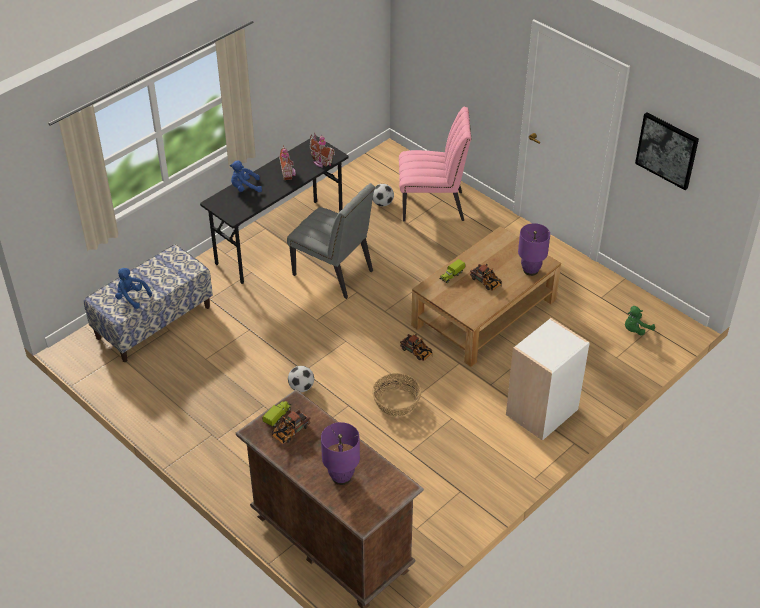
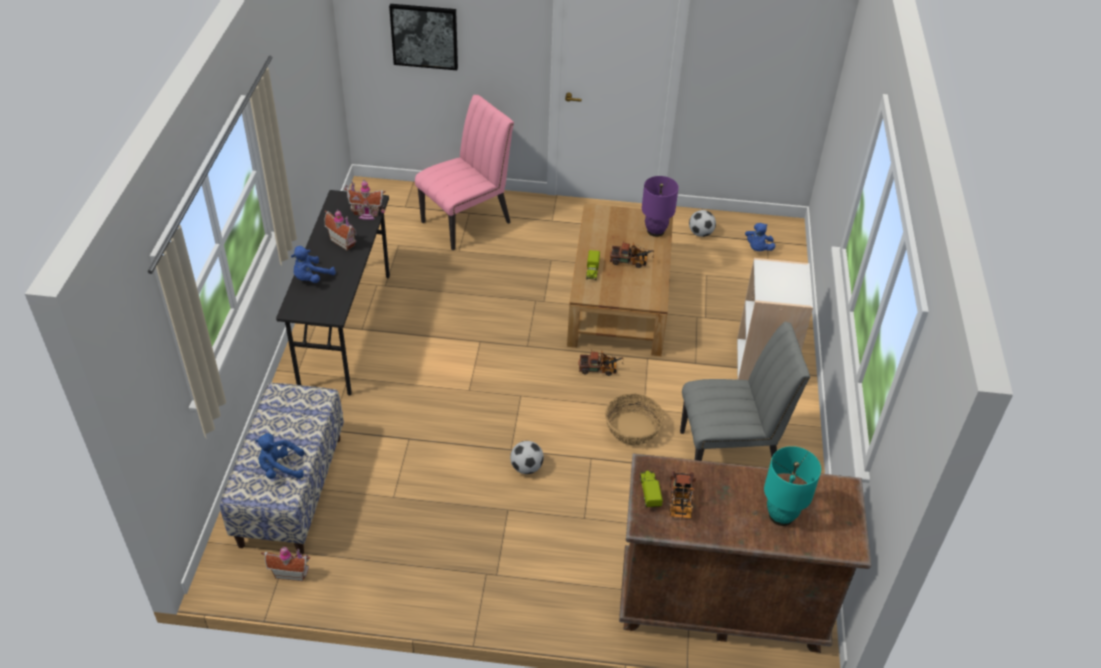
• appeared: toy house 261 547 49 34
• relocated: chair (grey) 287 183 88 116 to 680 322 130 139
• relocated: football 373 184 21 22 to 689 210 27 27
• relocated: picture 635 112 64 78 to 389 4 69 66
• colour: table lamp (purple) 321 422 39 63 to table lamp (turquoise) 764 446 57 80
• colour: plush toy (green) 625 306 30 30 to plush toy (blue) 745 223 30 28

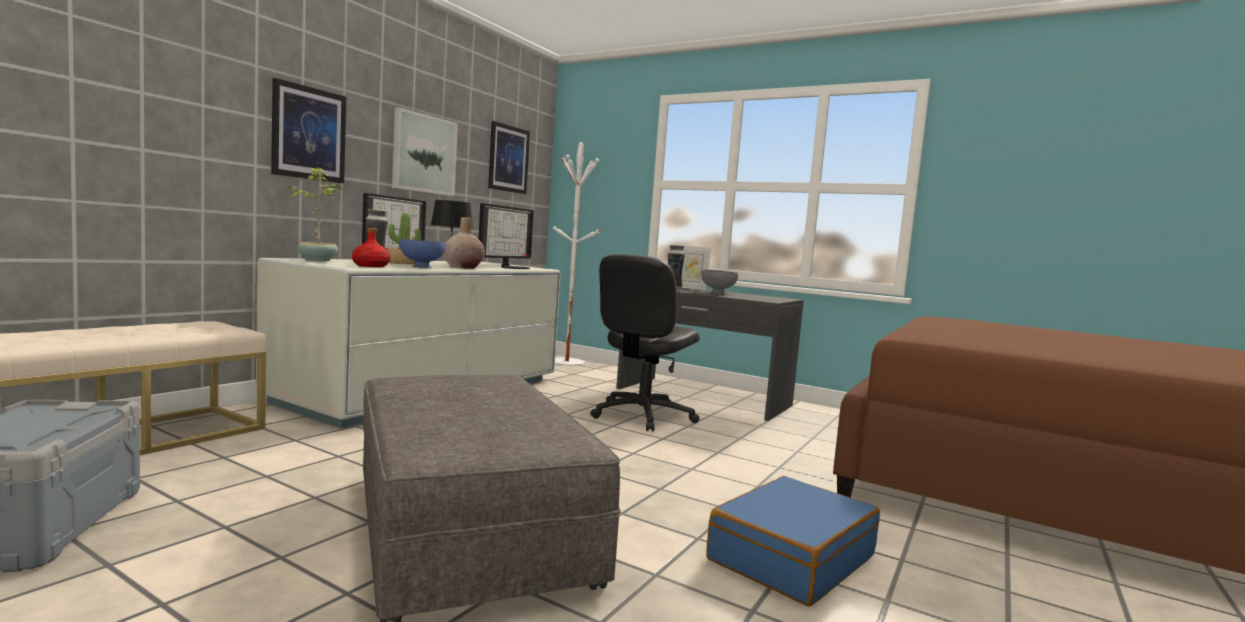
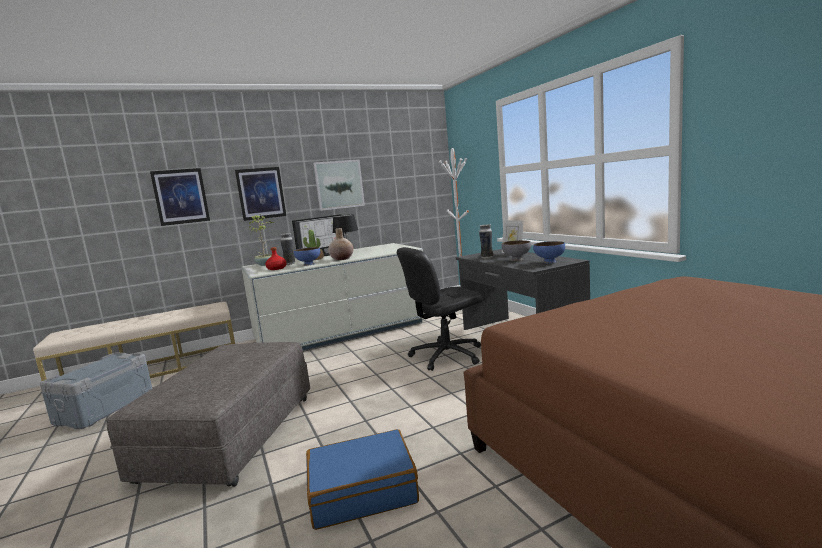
• missing: monitor 479 203 55 66
• appeared: bowl (blue) 533 241 32 22
• relocated: picture 488 121 42 73 to 150 168 60 58

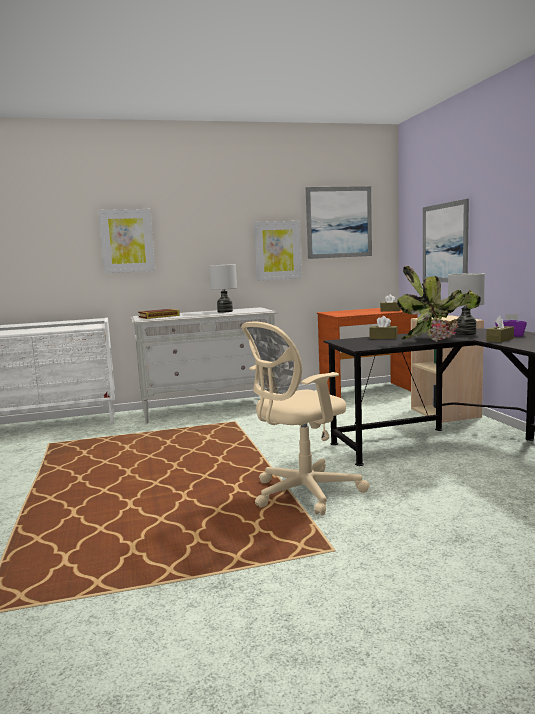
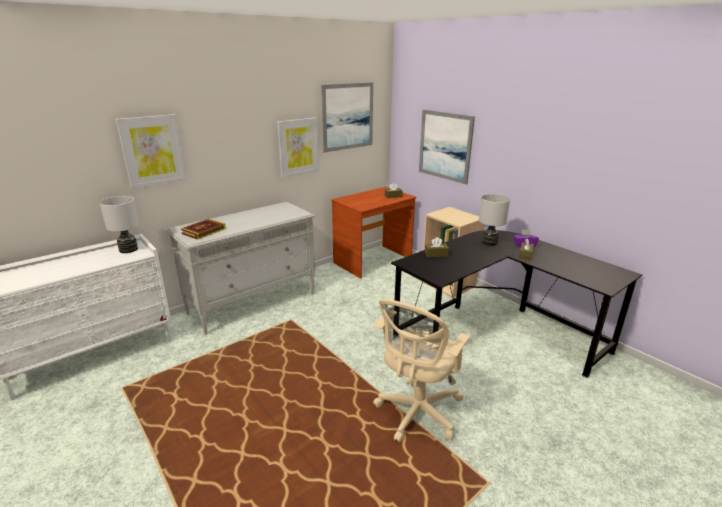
• missing: potted plant 397 266 84 76
• relocated: table lamp (grey) 209 264 28 49 to 100 196 39 57

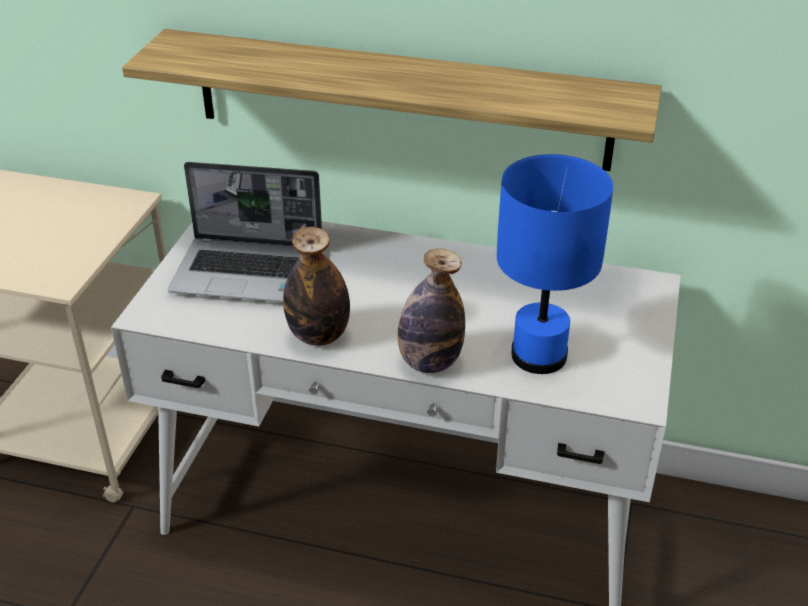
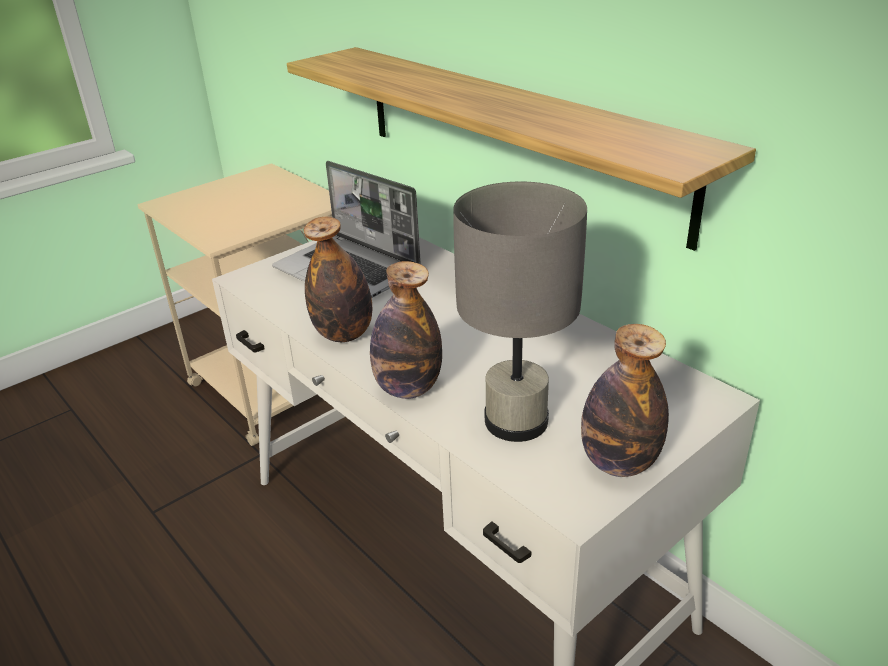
• appeared: bottle 581 324 88 153
• colour: table lamp (blue) 497 154 116 220 to table lamp (grey) 453 182 134 260

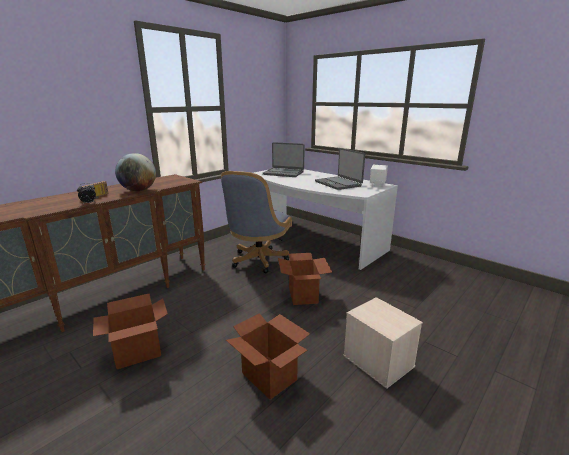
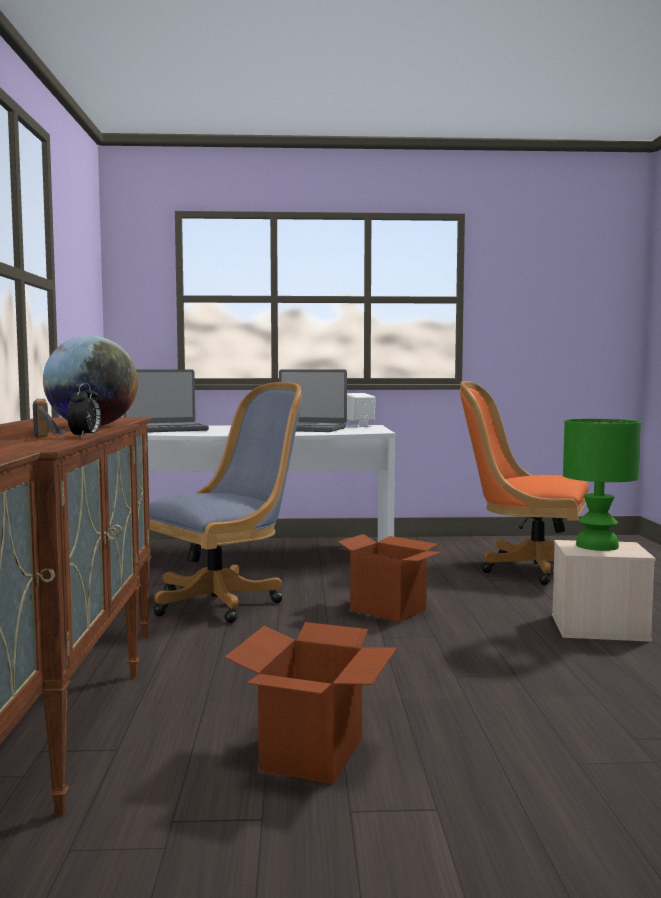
• missing: cardboard box 226 313 84 87
• appeared: office chair (orange) 460 381 129 204
• appeared: table lamp (green) 563 419 78 132
• spun: office chair (blue) 221 171 71 102 = 149 382 153 241 105 degrees counterclockwise

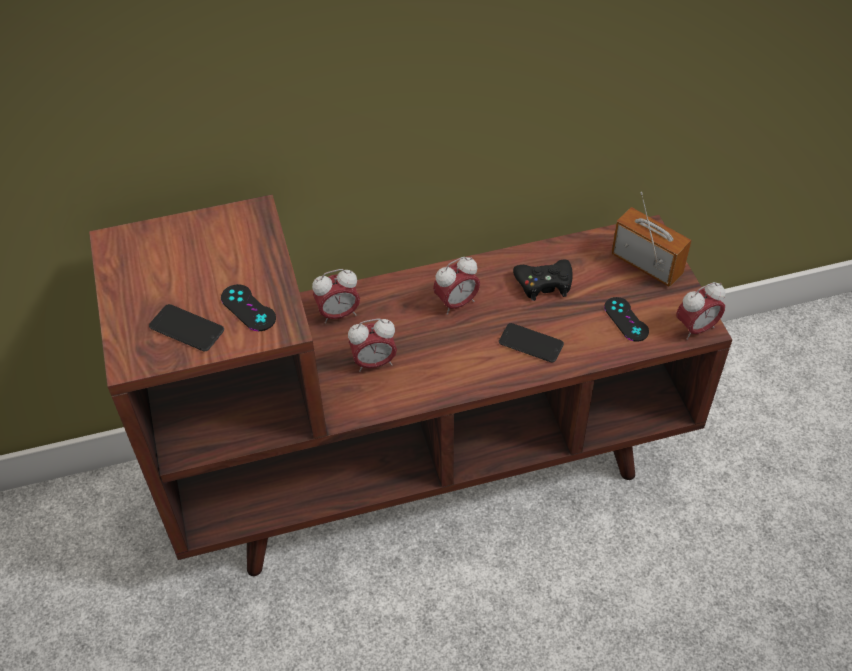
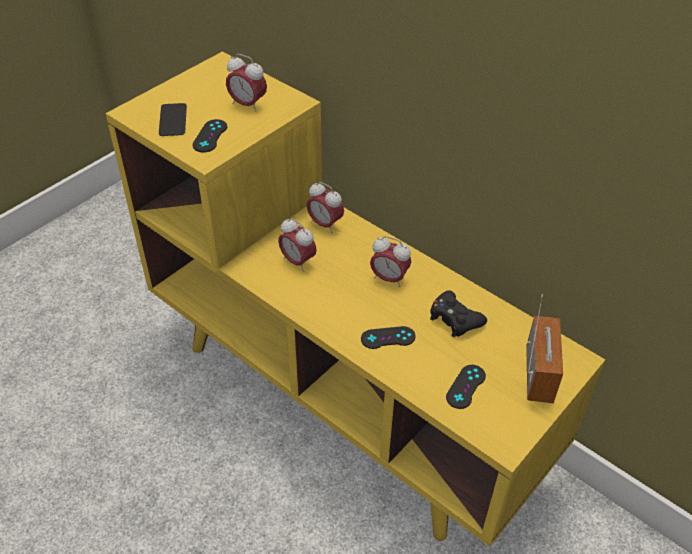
• relocated: alarm clock 677 282 48 58 to 226 54 41 58
• exchanged: phone 499 323 65 39 to game controller (black) 361 326 55 23
• colour: tv stand (brown) 89 194 643 382 to tv stand (yellow) 106 52 499 495

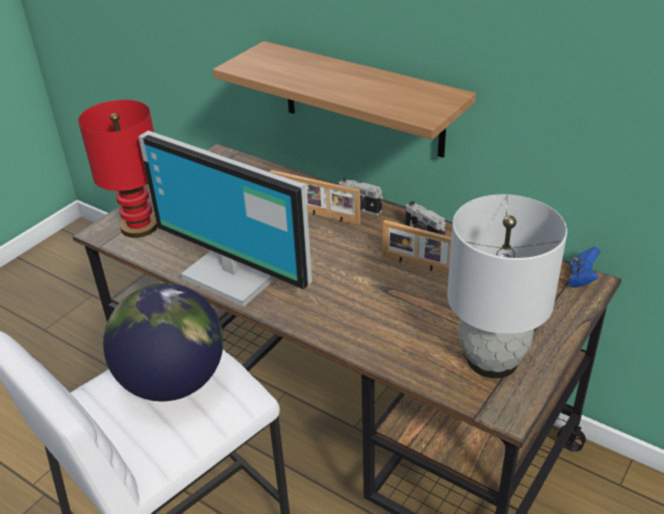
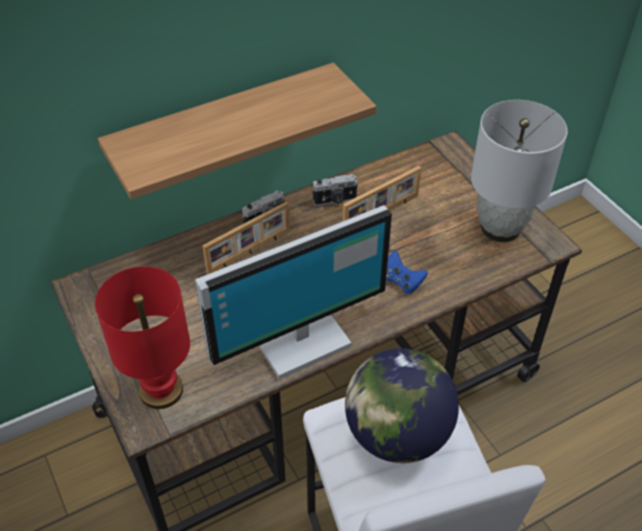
• relocated: game controller (blue) 568 247 32 41 to 386 250 42 44

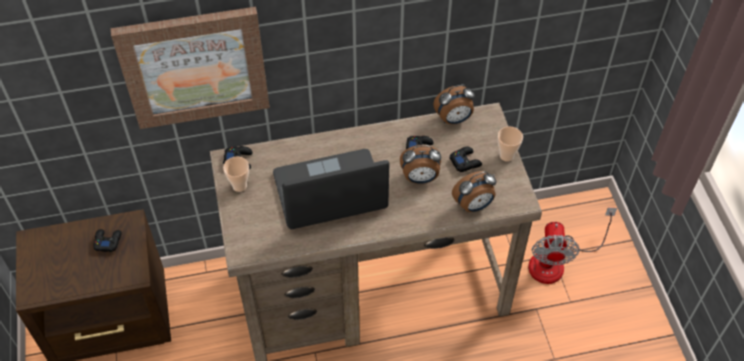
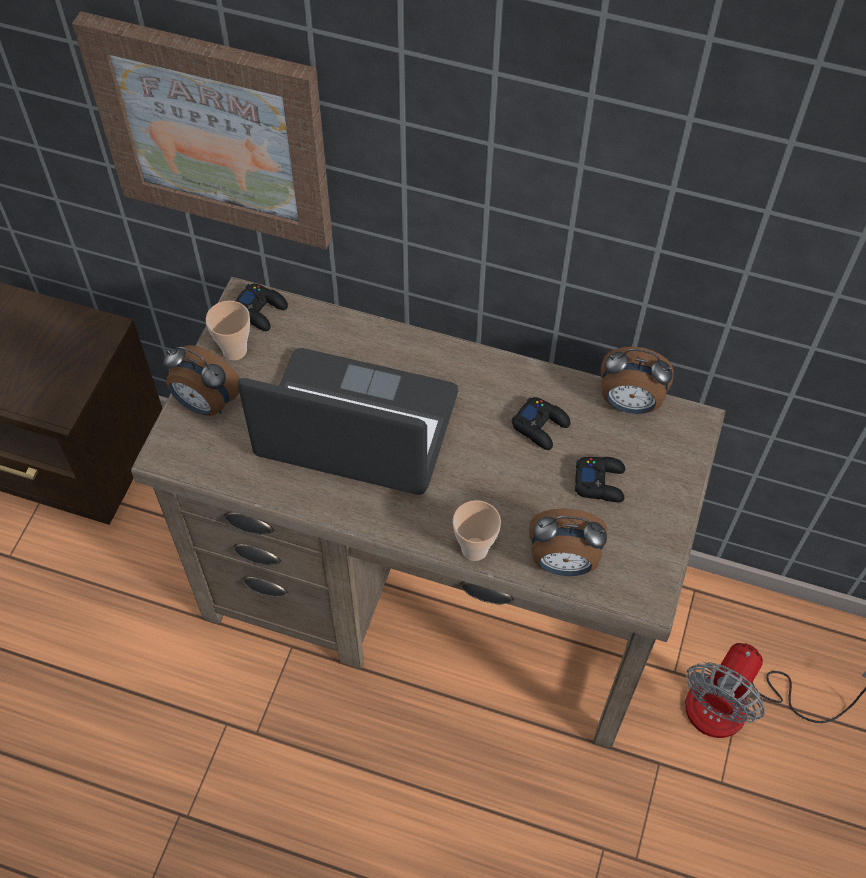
• missing: game controller (black) 93 229 29 23
• relocated: alarm clock 400 145 41 39 to 163 345 77 71
• relocated: cup 498 127 25 35 to 453 500 48 61

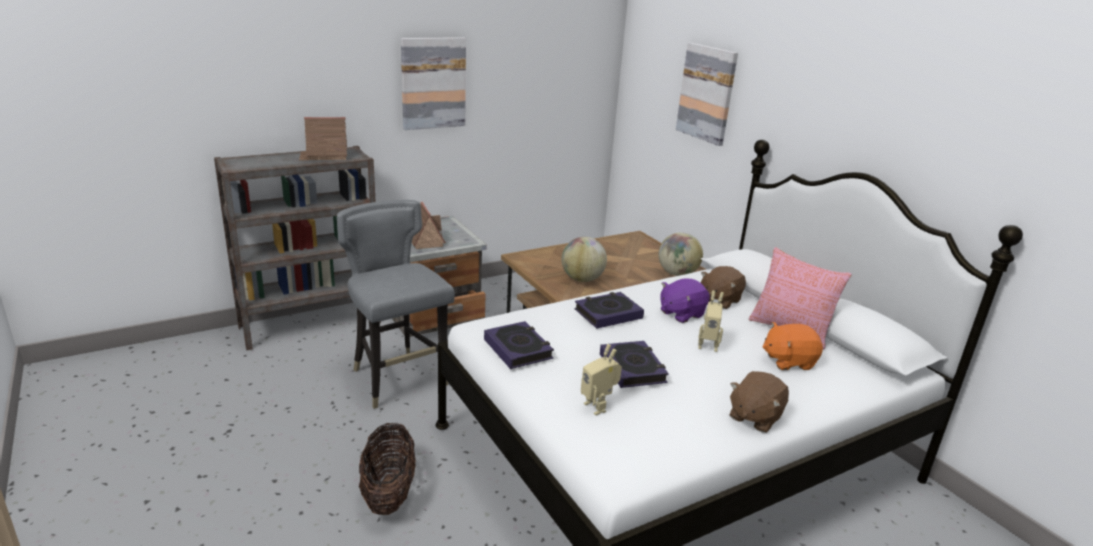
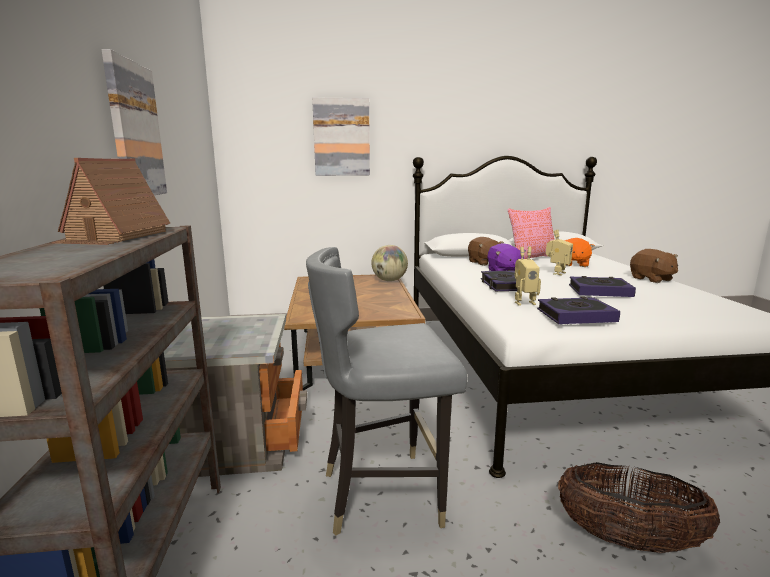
• missing: toy house 412 202 34 47
• missing: globe 561 237 46 45
• relocated: toy robot 581 344 41 71 to 515 247 26 59

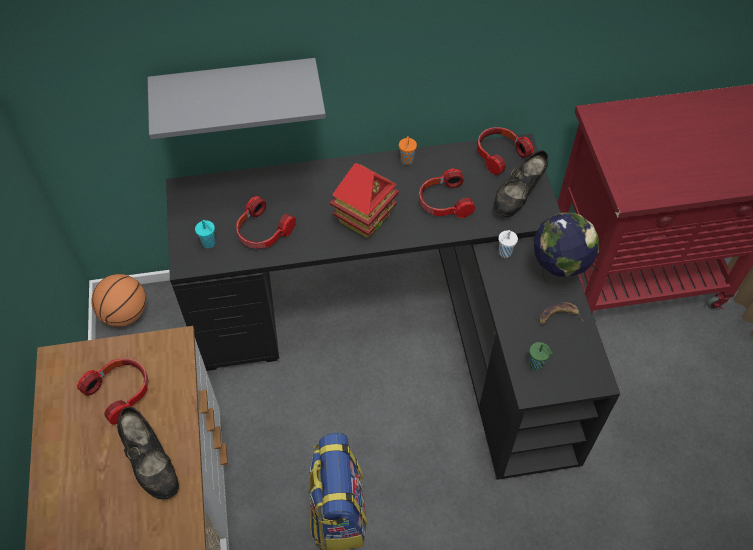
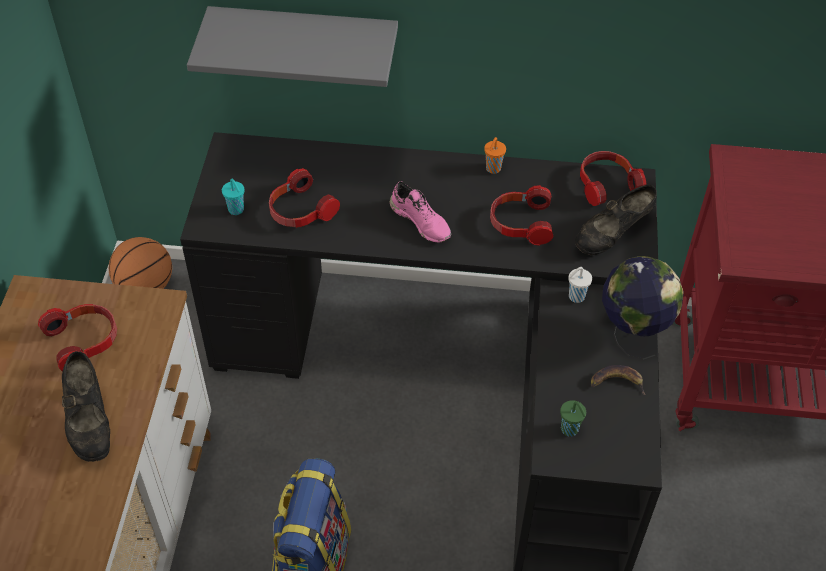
• exchanged: toy house 330 163 69 76 to shoe (pink) 389 181 62 62

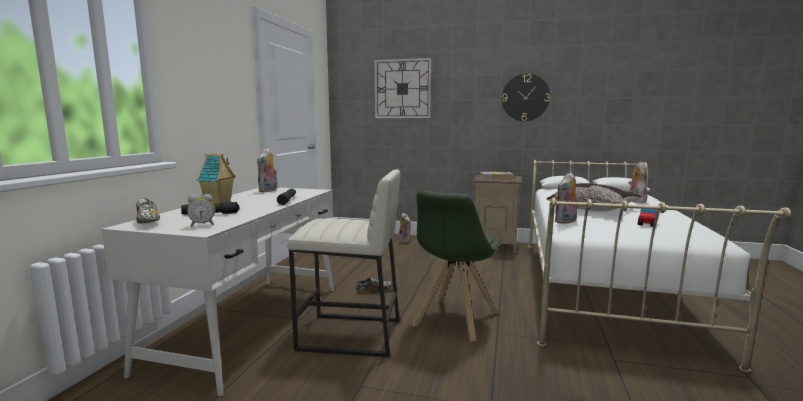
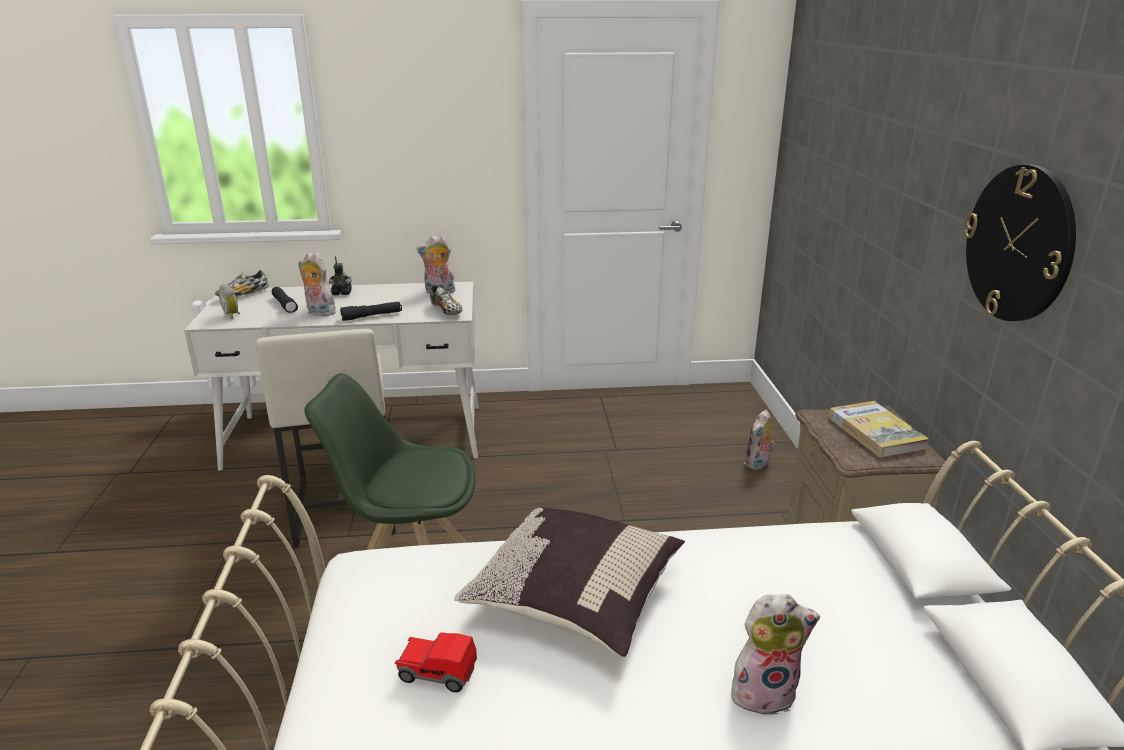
• missing: wall clock 374 58 57 60
• relocated: shoe 356 277 37 15 to 430 285 33 30
• relocated: plush toy 555 172 25 52 to 298 252 39 64
• exchanged: toy house 196 153 40 52 to toy robot 329 256 23 39

